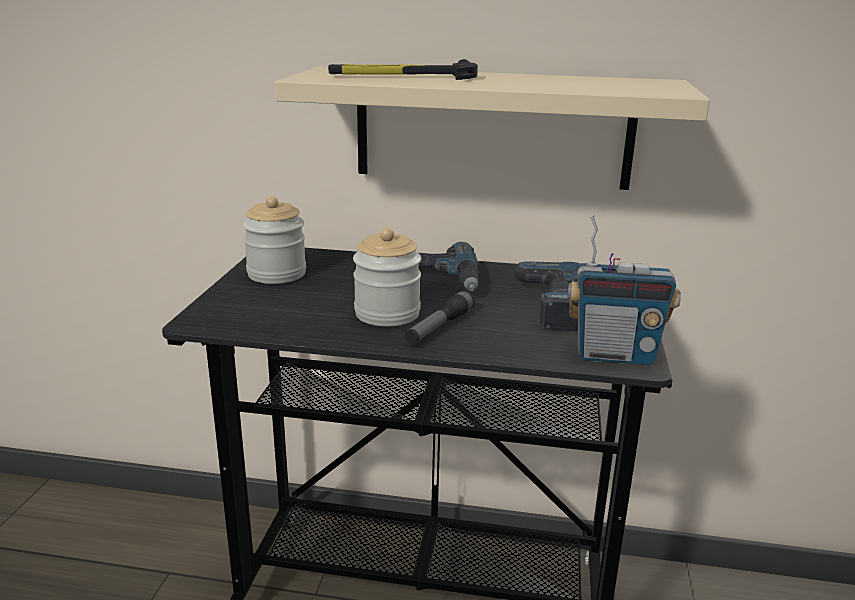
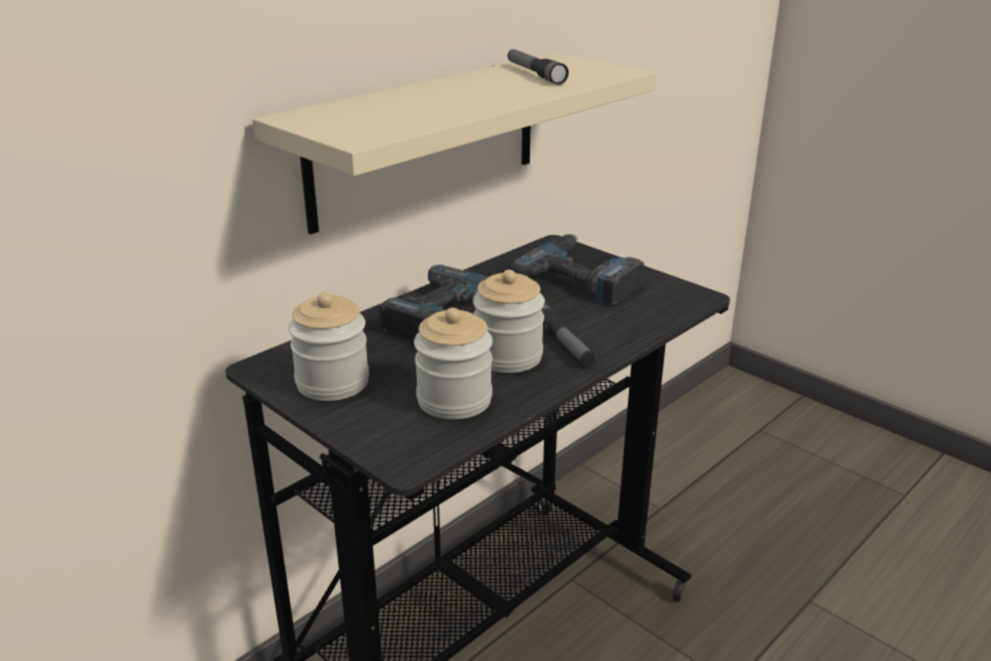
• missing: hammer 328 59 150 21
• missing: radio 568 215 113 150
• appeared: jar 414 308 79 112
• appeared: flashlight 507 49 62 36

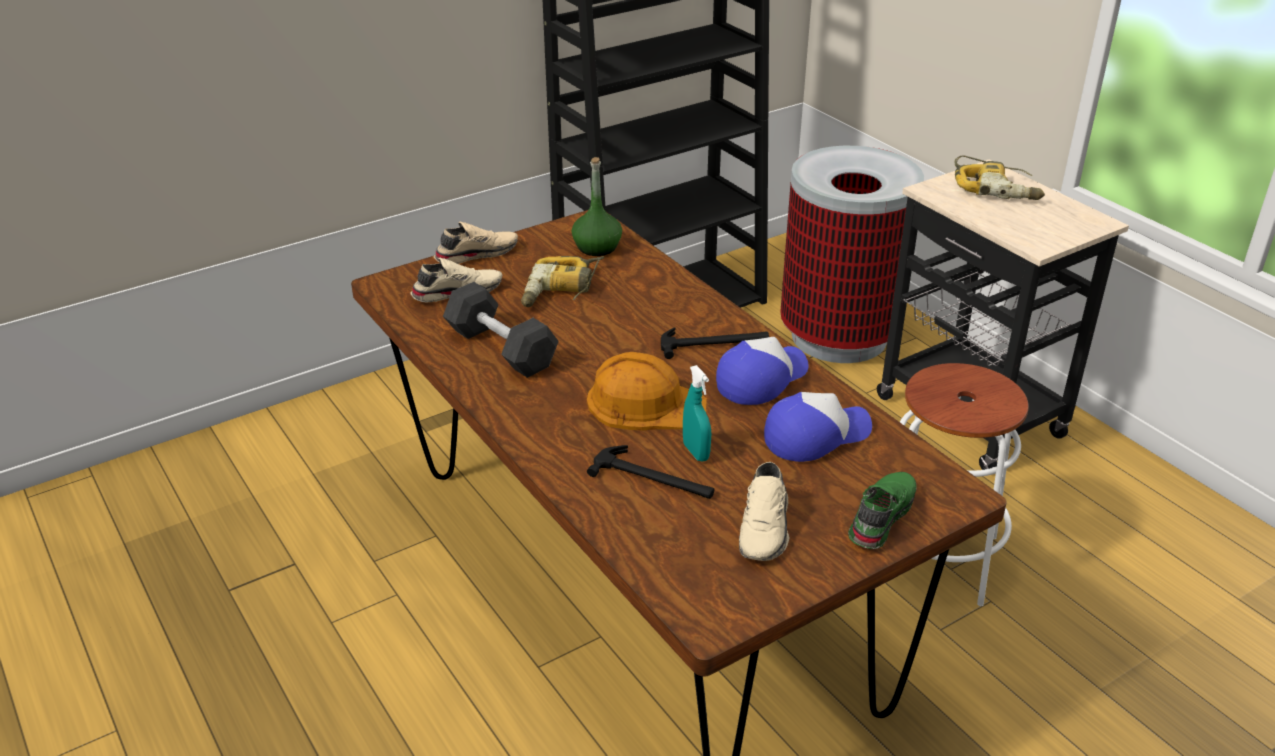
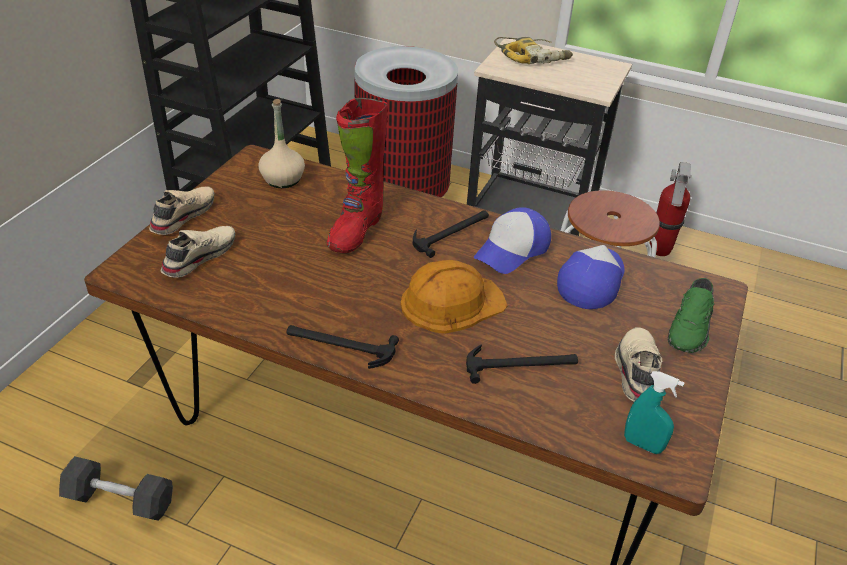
• missing: power drill 521 256 83 51
• appeared: hammer 287 325 112 44
• appeared: boot (red) 327 98 61 155
• appeared: fire extinguisher 650 162 41 94
• relocated: dumbbell (grey) 443 282 116 96 to 59 456 114 65
• relocated: spray bottle (turquoise) 683 365 28 97 to 624 371 60 83
• colour: bottle (green) 572 157 50 99 to bottle (beige) 258 99 47 89
• spun: cap 716 337 92 68 = 474 207 77 67 150 degrees counterclockwise
• spun: shoe (beige) 739 462 50 99 = 615 327 47 75 150 degrees counterclockwise
• spun: shoe (green) 848 472 69 77 = 668 278 46 75 150 degrees counterclockwise

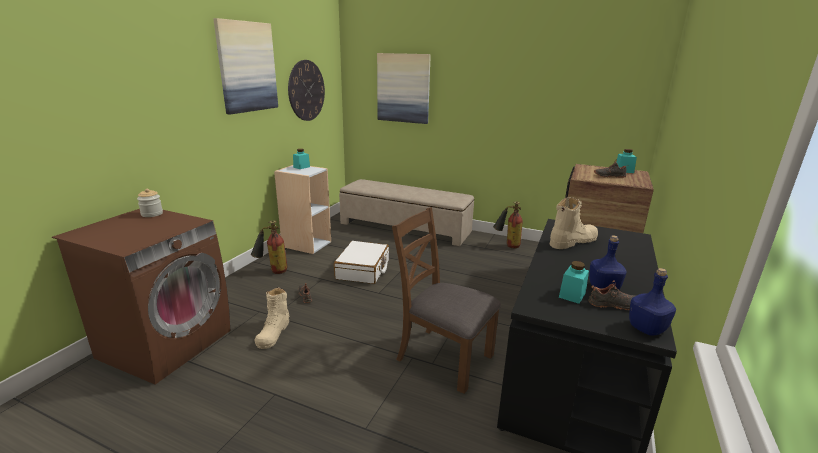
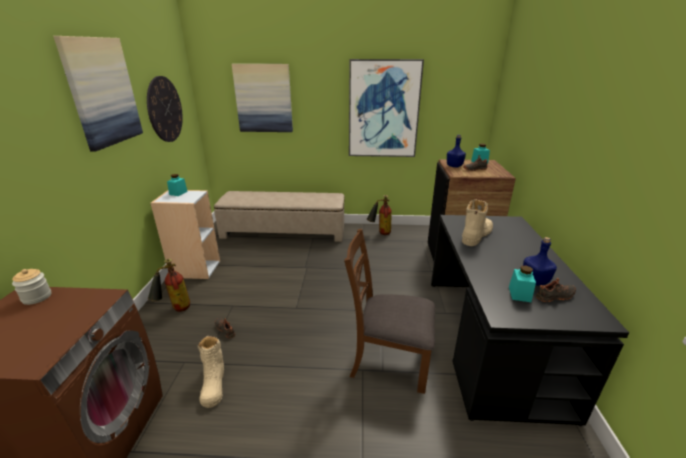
• missing: suitcase (white) 334 241 55 43
• appeared: picture 349 59 75 98
• relocated: bottle (blue) 629 268 47 68 to 447 135 19 32

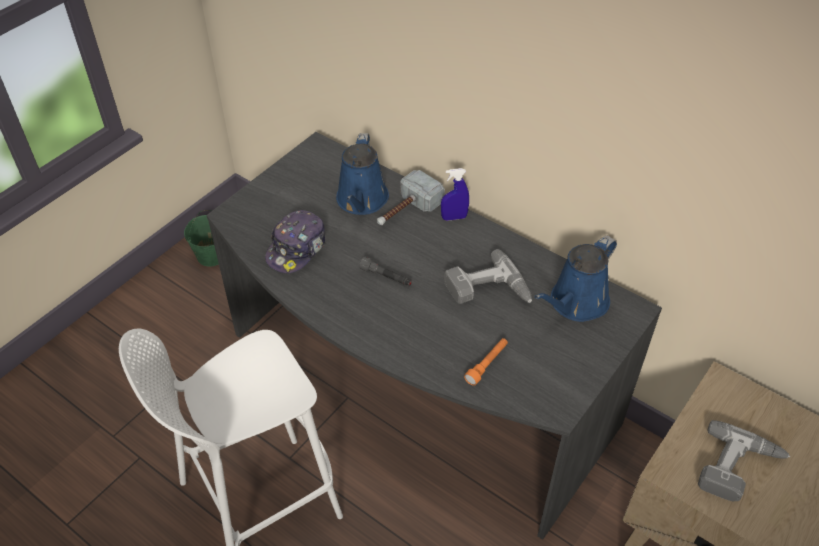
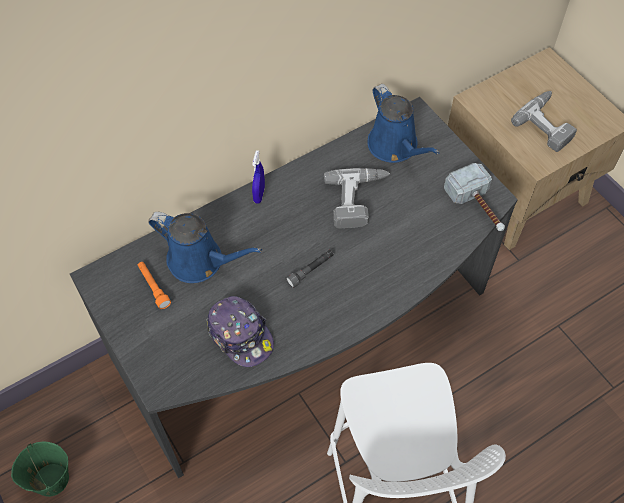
• relocated: hammer 377 170 68 55 to 444 163 61 68
• relocated: flashlight (orange) 464 338 44 48 to 138 262 33 47

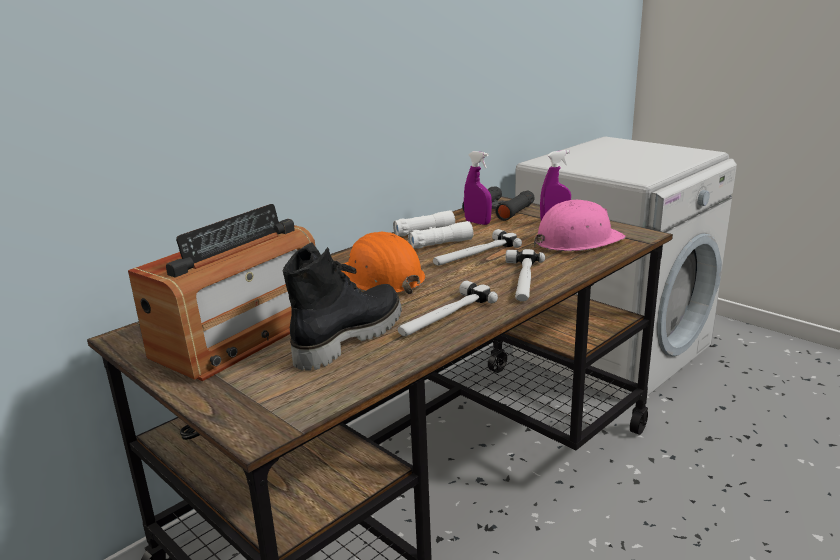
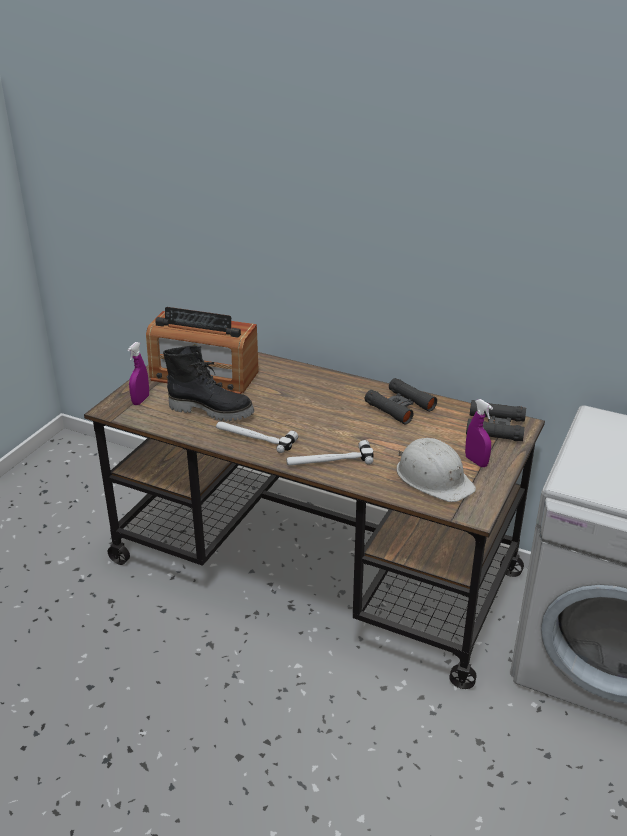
• missing: hard hat (orange) 341 232 84 62
• missing: hammer 433 229 89 37
• relocated: spray bottle (purple) 464 151 28 74 to 127 342 22 63
• colour: binoculars (white) 393 210 80 39 to binoculars (black) 365 378 72 47
• colour: hard hat (pink) 534 200 92 51 to hard hat (white) 396 438 80 64

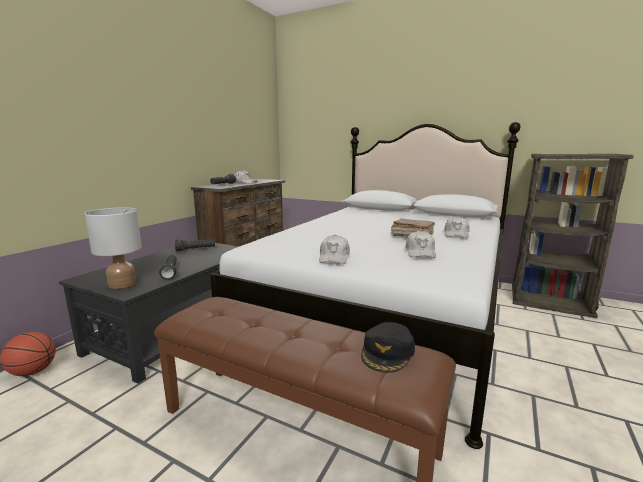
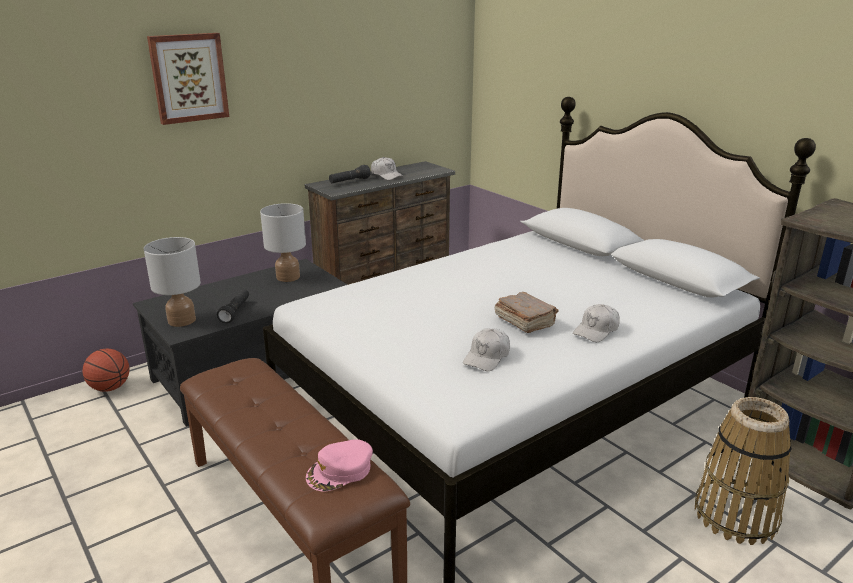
• missing: cap (white) 319 234 31 30
• appeared: picture 147 33 82 92
• appeared: basket 695 397 96 148
• exchanged: flashlight (black) 175 239 40 13 to table lamp (grey) 260 203 46 79
• colour: cap (black) 361 322 54 51 to cap (pink) 306 439 67 52

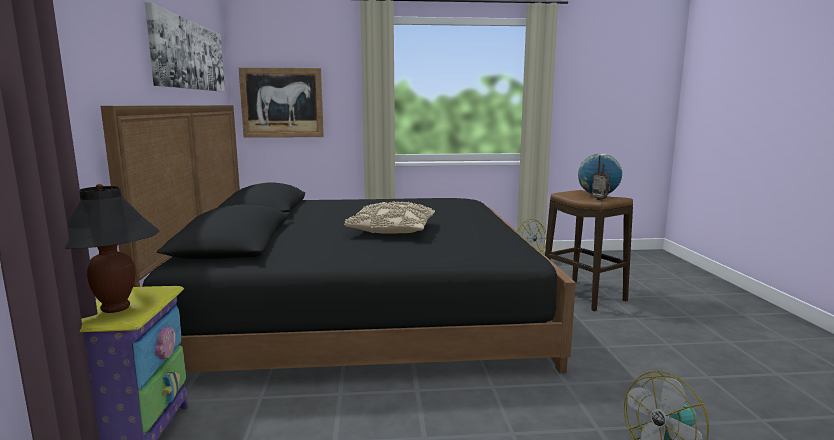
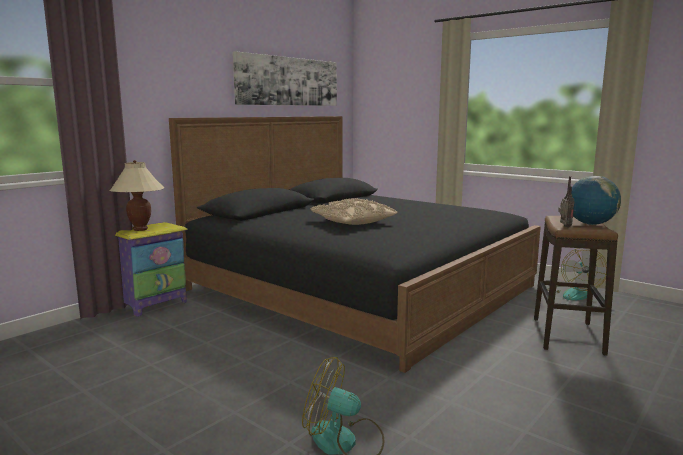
• missing: picture 239 68 85 70
• colour: table lamp (black) 64 184 96 129 to table lamp (beige) 109 160 56 71

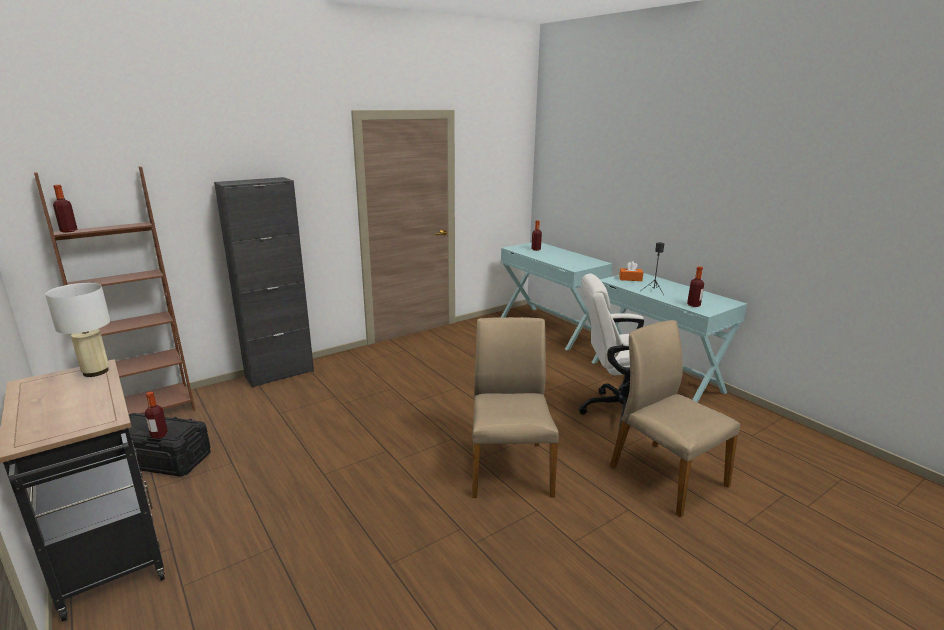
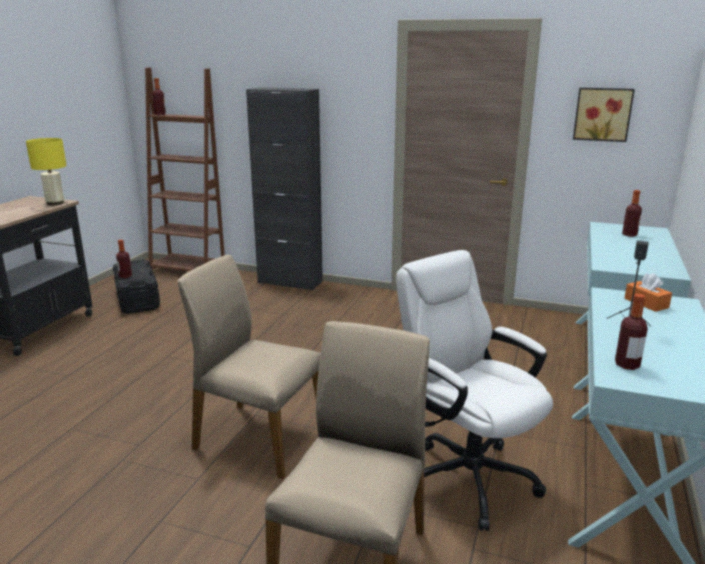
• appeared: picture 573 88 62 54
• colour: table lamp (white) 45 283 65 94 to table lamp (yellow) 26 138 41 67
• spun: chair (beige) 472 317 87 181 = 177 255 144 224 120 degrees counterclockwise

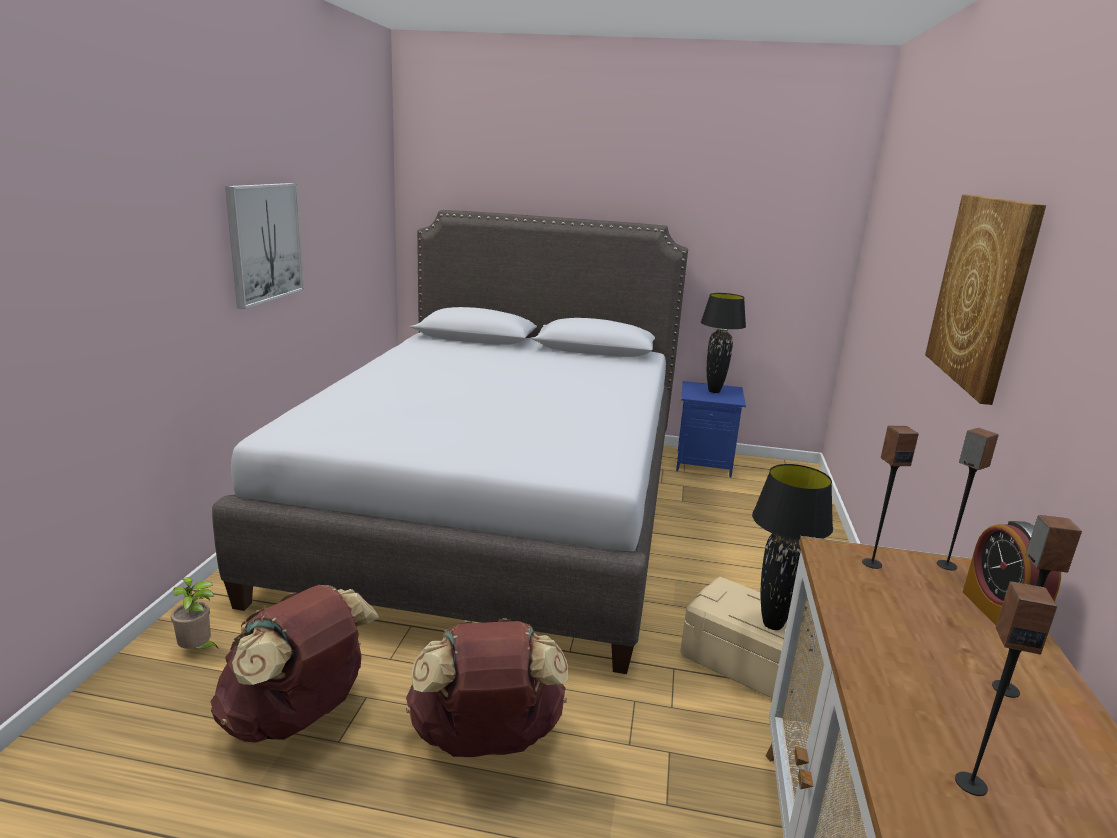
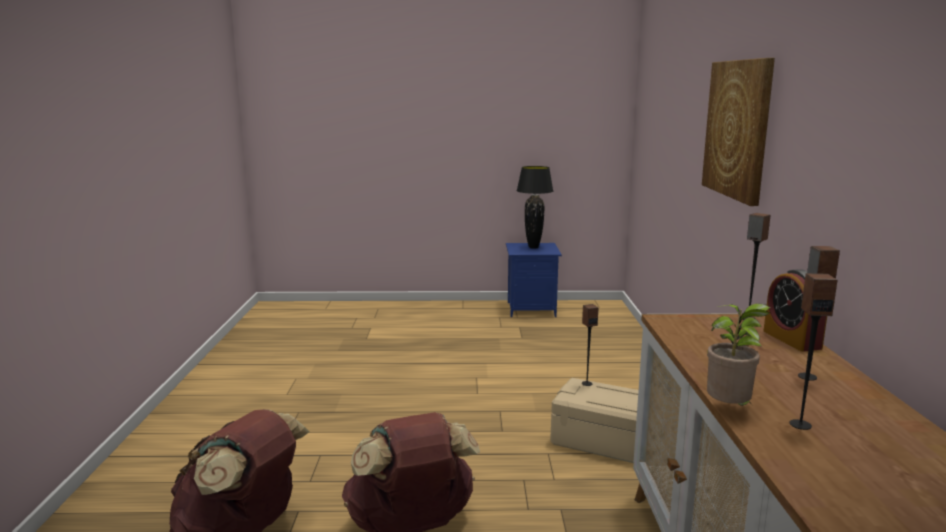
• missing: bed (grey) 212 210 476 464
• missing: picture 225 183 79 126
• missing: table lamp (black) 752 464 81 166
• relocated: potted plant 171 577 48 72 to 707 303 63 103
• relocated: speaker 862 426 57 143 to 582 304 16 82

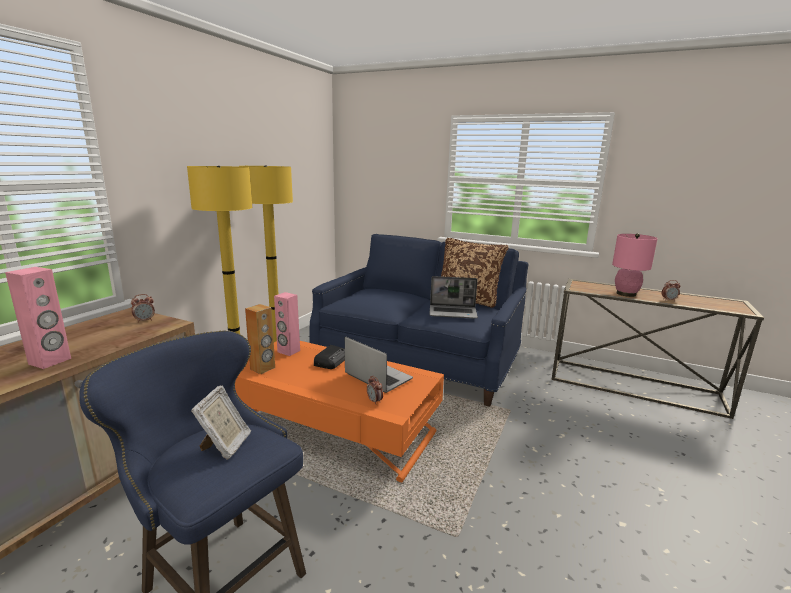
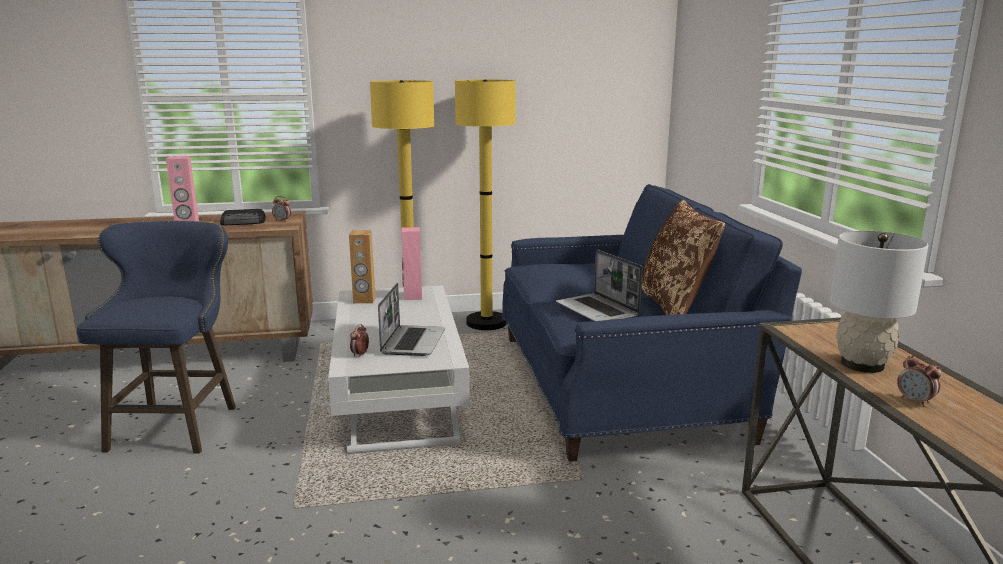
• missing: picture frame 191 385 60 75
• relocated: radio 314 345 31 24 to 220 209 45 16
• colour: coffee table (orange) 235 341 209 142 to coffee table (white) 328 286 142 168
• colour: table lamp (pink) 612 233 45 64 to table lamp (white) 830 231 98 142

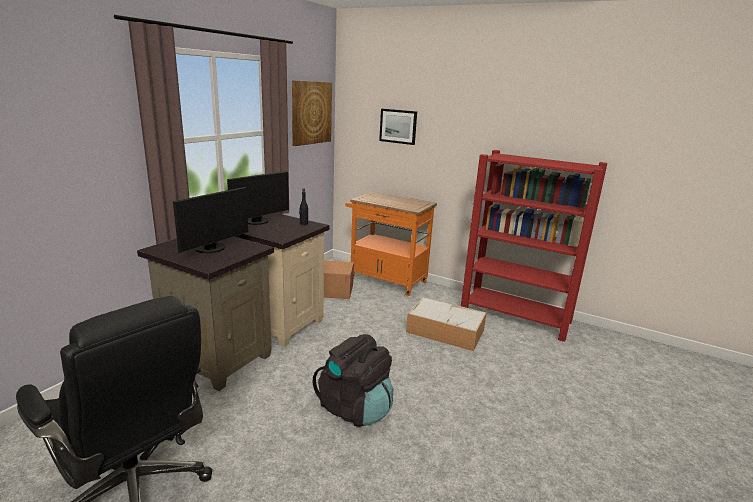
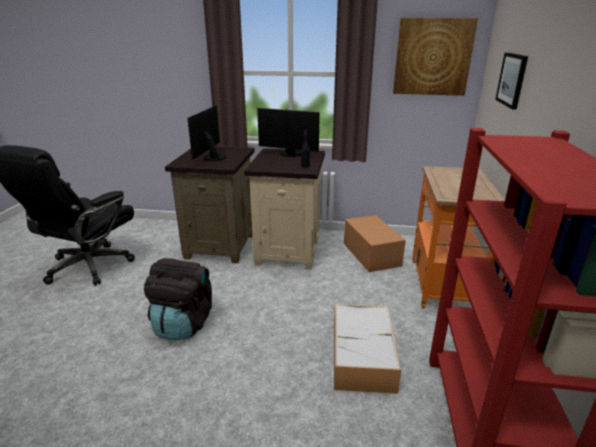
• spun: monitor 173 187 75 66 = 187 105 40 56 90 degrees clockwise

